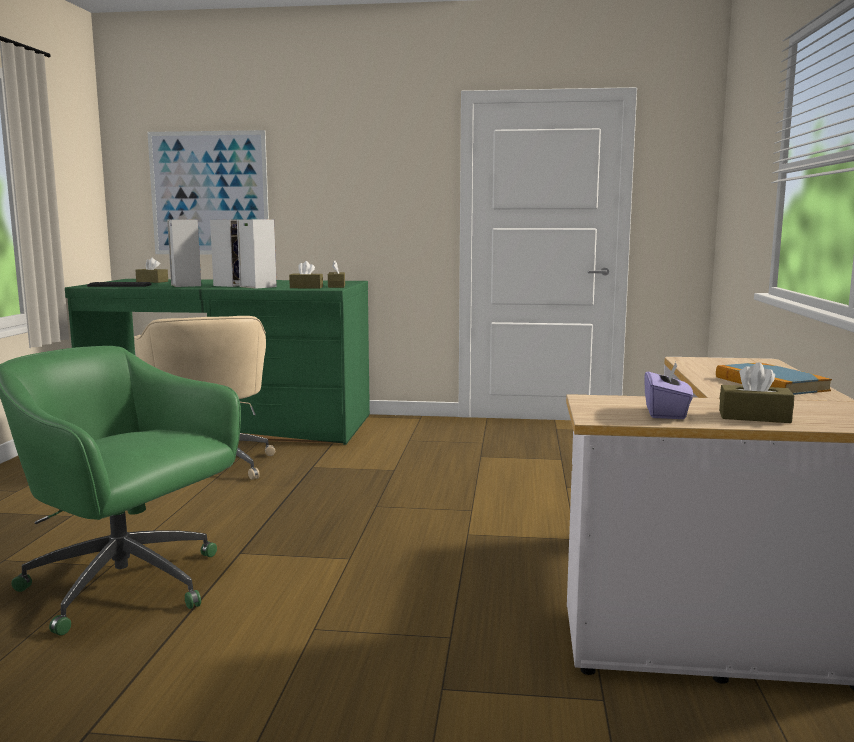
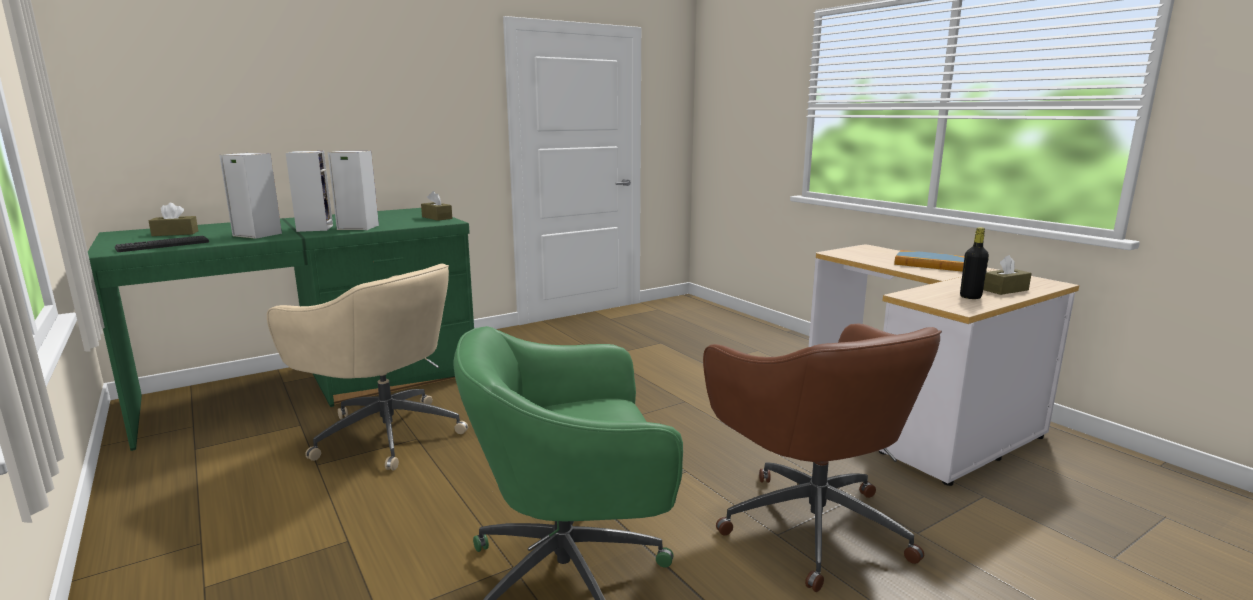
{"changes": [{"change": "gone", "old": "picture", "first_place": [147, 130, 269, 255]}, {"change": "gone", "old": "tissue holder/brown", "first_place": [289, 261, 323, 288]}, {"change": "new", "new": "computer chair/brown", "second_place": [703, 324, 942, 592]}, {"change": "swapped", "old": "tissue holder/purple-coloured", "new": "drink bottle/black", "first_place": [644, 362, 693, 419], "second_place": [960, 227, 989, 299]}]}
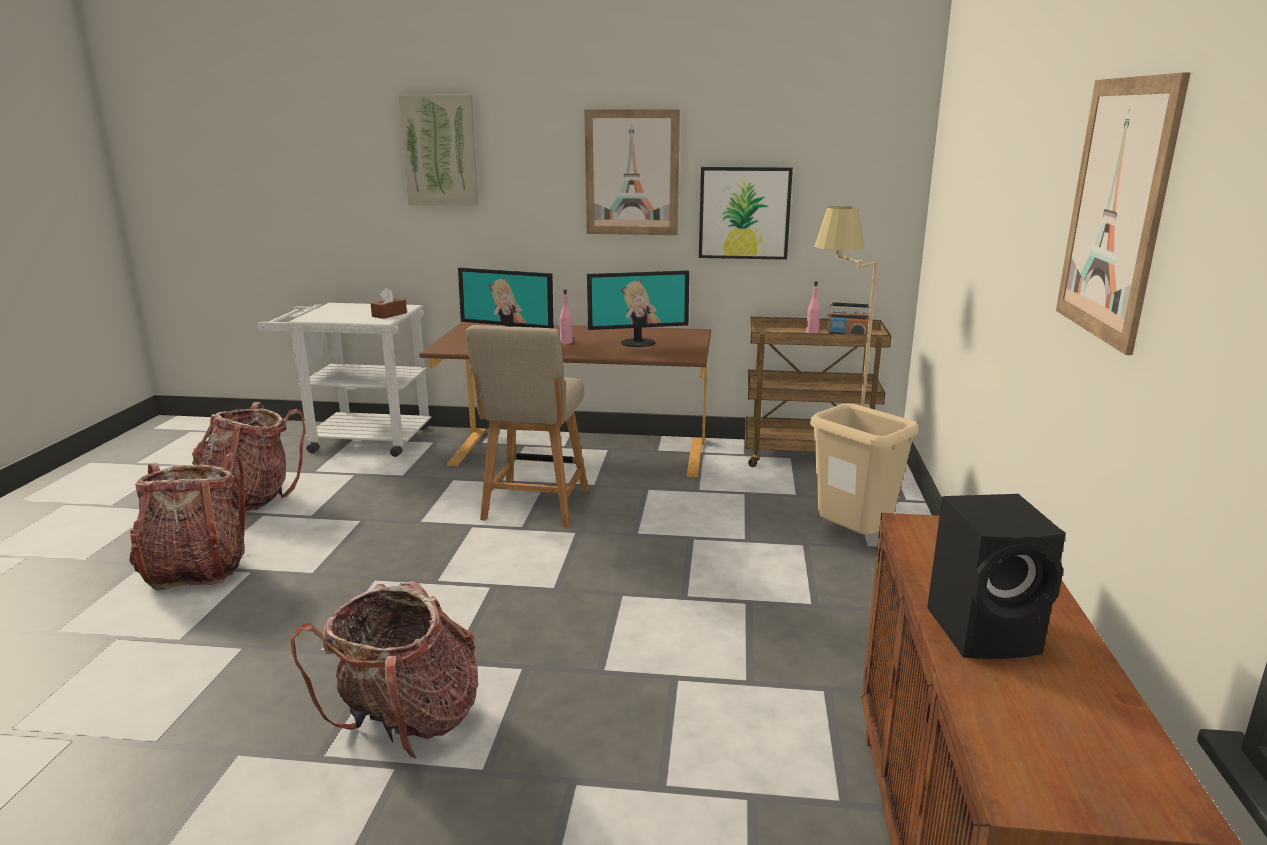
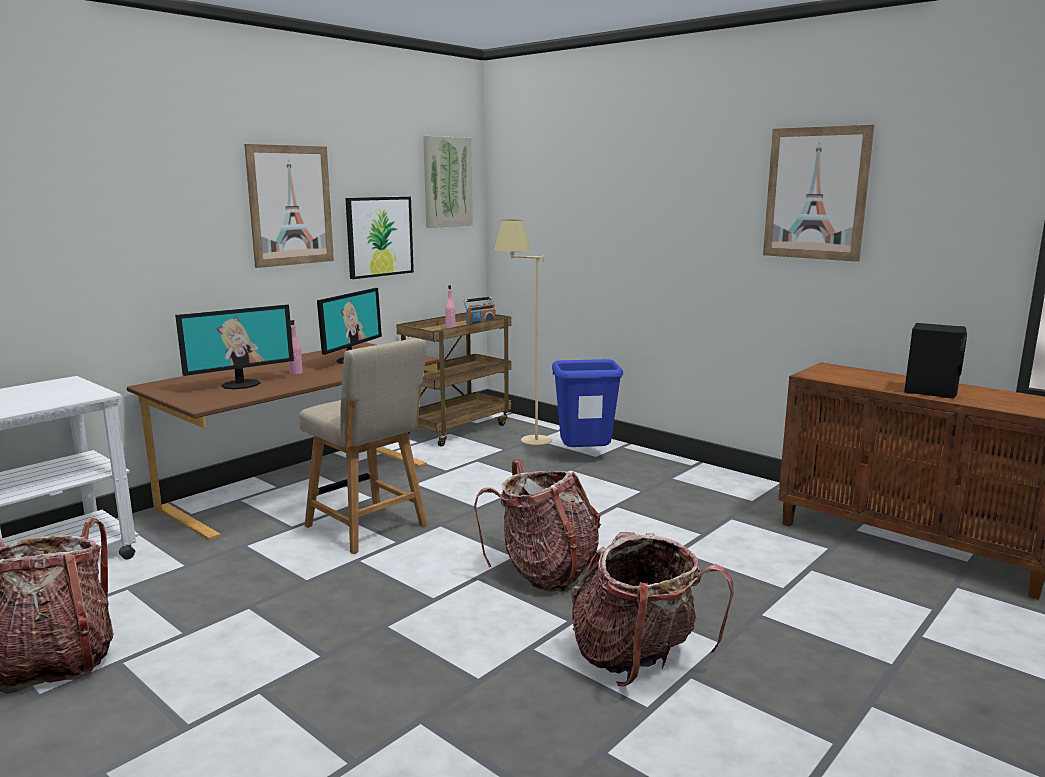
{"changes": [{"change": "gone", "old": "tissue holder/brown", "first_place": [371, 288, 407, 319]}, {"change": "shifted", "old": "backpack", "first_place": [129, 453, 245, 591], "second_place": [474, 459, 601, 592]}, {"change": "shifted", "old": "picture", "first_place": [399, 95, 479, 206], "second_place": [423, 136, 473, 228]}, {"change": "repainted", "old": "rubbish bin/beige-coloured", "new": "rubbish bin/blue-coloured", "first_place": [810, 403, 919, 535], "second_place": [552, 359, 623, 447]}]}
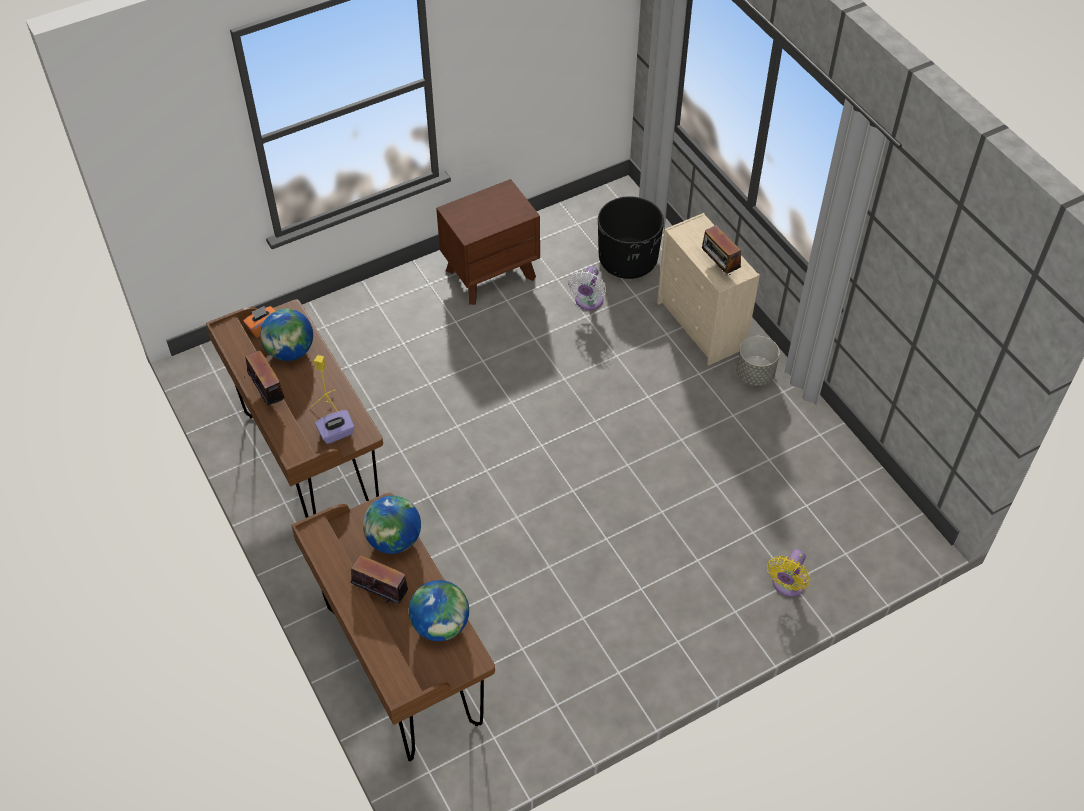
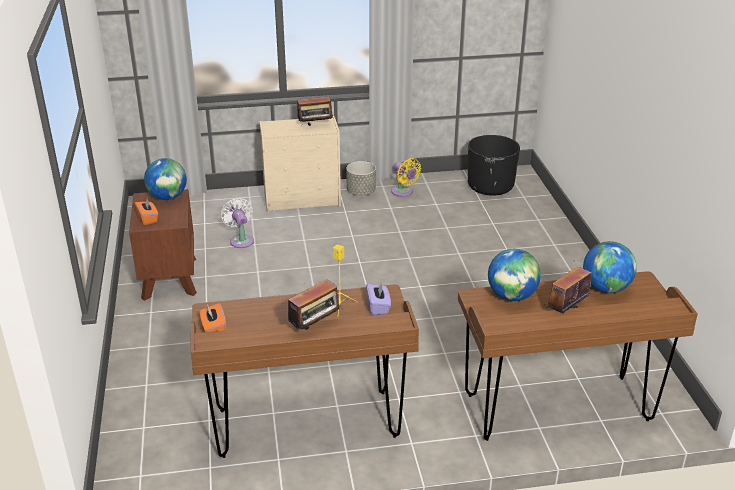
{"changes": [{"change": "new", "new": "tissue holder/orangey", "second_place": [135, 199, 158, 225]}, {"change": "shifted", "old": "desk globe", "first_place": [260, 309, 313, 361], "second_place": [144, 158, 187, 200]}, {"change": "shifted", "old": "plant pot/black", "first_place": [598, 196, 664, 279], "second_place": [468, 135, 520, 196]}, {"change": "shifted", "old": "electric fan/yellowish", "first_place": [767, 549, 810, 597], "second_place": [391, 158, 421, 197]}, {"change": "rotated", "old": "radio set", "first_place": [244, 351, 285, 407], "second_place": [288, 279, 339, 333], "degrees": 150}, {"change": "rotated", "old": "electric fan/whitish", "first_place": [568, 266, 606, 310], "second_place": [221, 198, 254, 248], "degrees": -150}]}
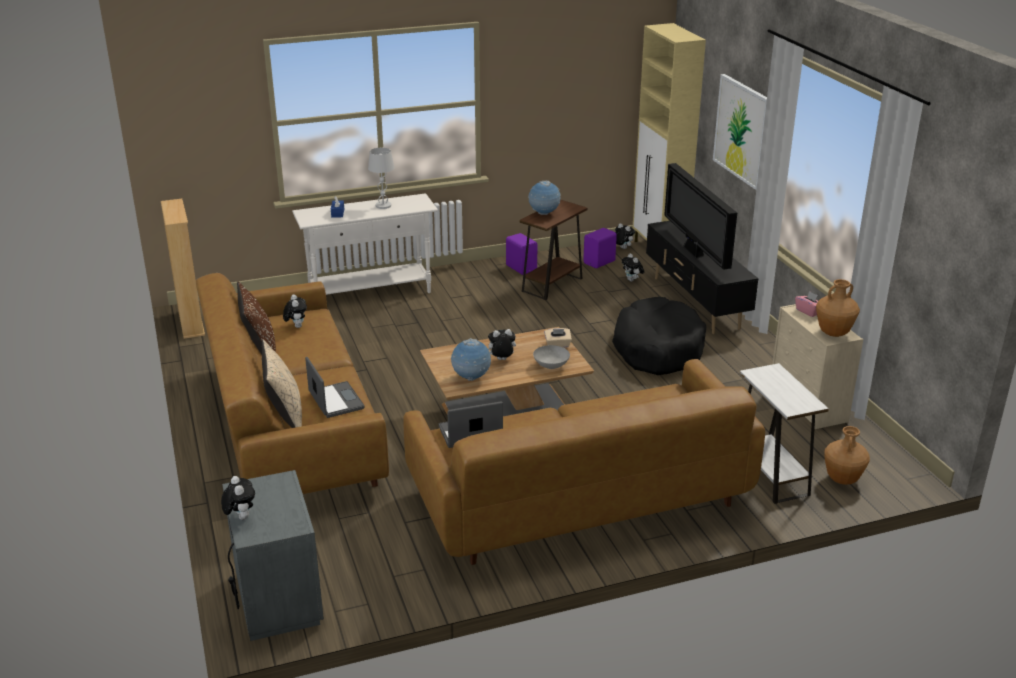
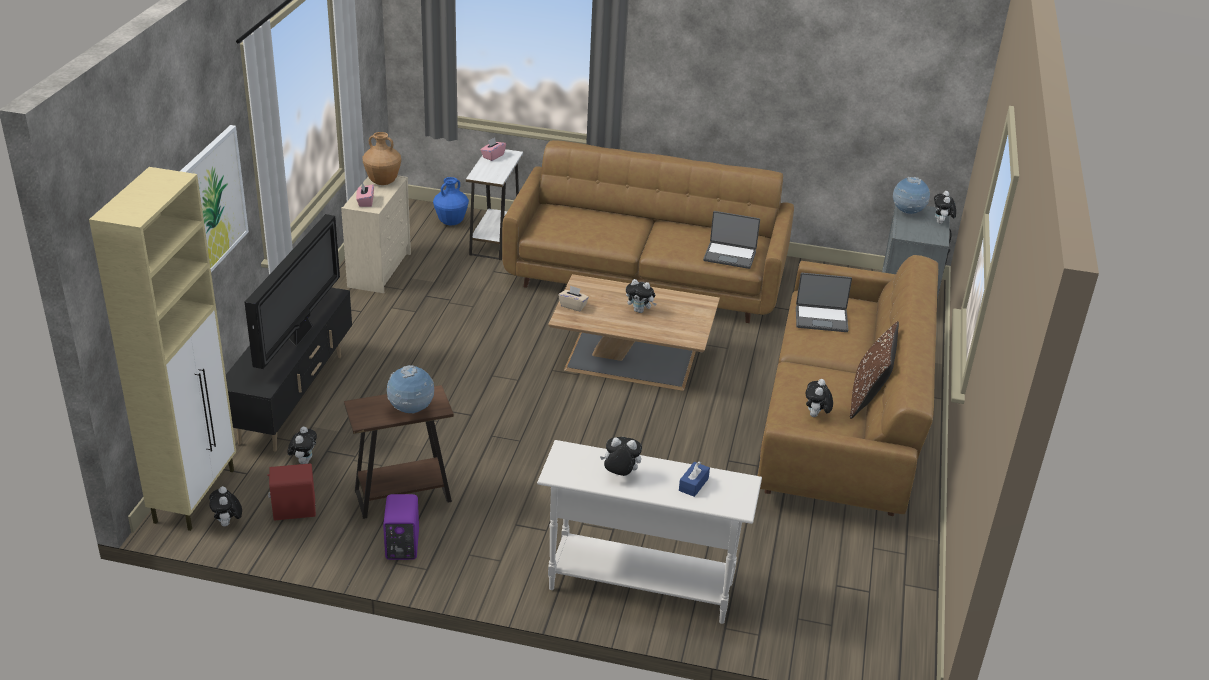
{"changes": [{"change": "gone", "old": "bookcase/beige-coloured", "first_place": [161, 199, 205, 339]}, {"change": "gone", "old": "cushion/beige-coloured", "first_place": [262, 339, 302, 428]}, {"change": "gone", "old": "serving bowl/greyish", "first_place": [533, 345, 570, 369]}, {"change": "gone", "old": "pet bed/black", "first_place": [612, 297, 706, 375]}, {"change": "new", "new": "tissue holder/pinkish", "second_place": [481, 137, 506, 161]}, {"change": "shifted", "old": "desk globe", "first_place": [451, 338, 491, 381], "second_place": [893, 177, 930, 214]}, {"change": "swapped", "old": "tabletop lamp/whitish", "new": "cuddly toy", "first_place": [368, 148, 394, 209], "second_place": [600, 437, 642, 476]}, {"change": "repainted", "old": "loudspeaker/purple-coloured", "new": "loudspeaker/red", "first_place": [583, 228, 617, 268], "second_place": [267, 463, 316, 520]}, {"change": "repainted", "old": "vase/brown", "new": "vase/blue-coloured", "first_place": [824, 426, 870, 485], "second_place": [433, 177, 469, 225]}, {"change": "rotated", "old": "portable computer", "first_place": [305, 357, 365, 418], "second_place": [796, 273, 852, 332], "degrees": -90}]}
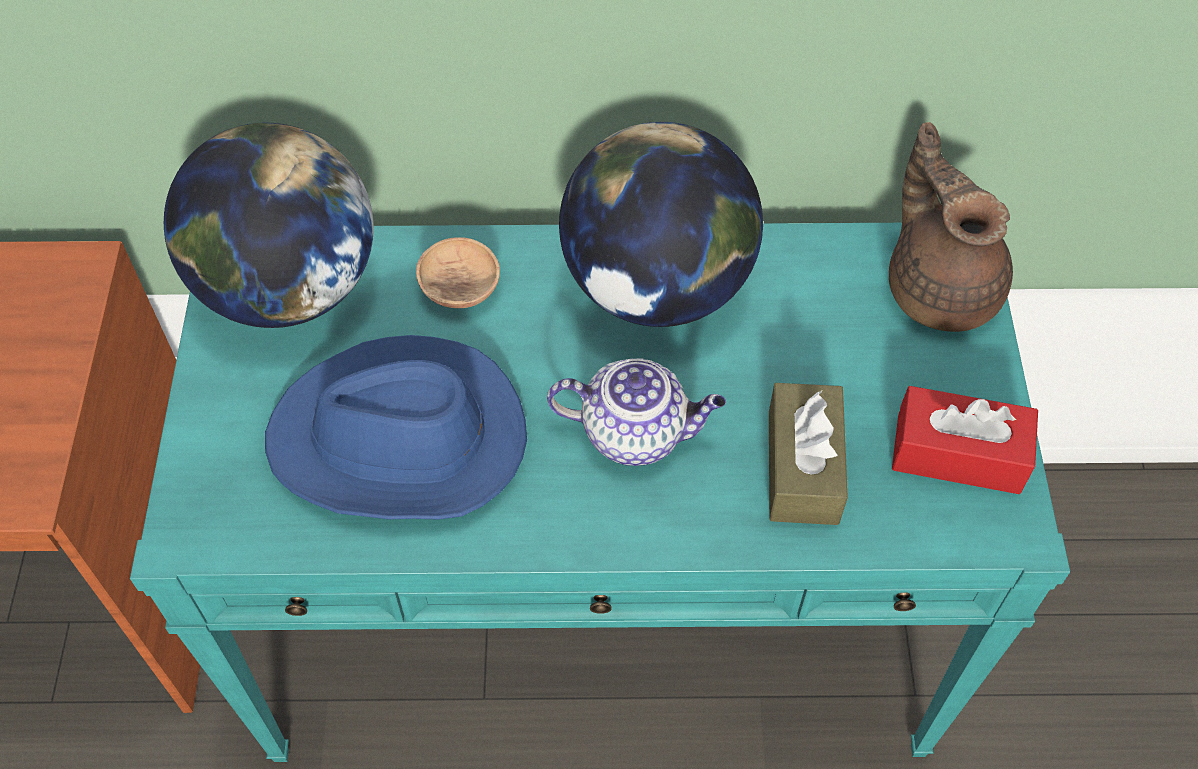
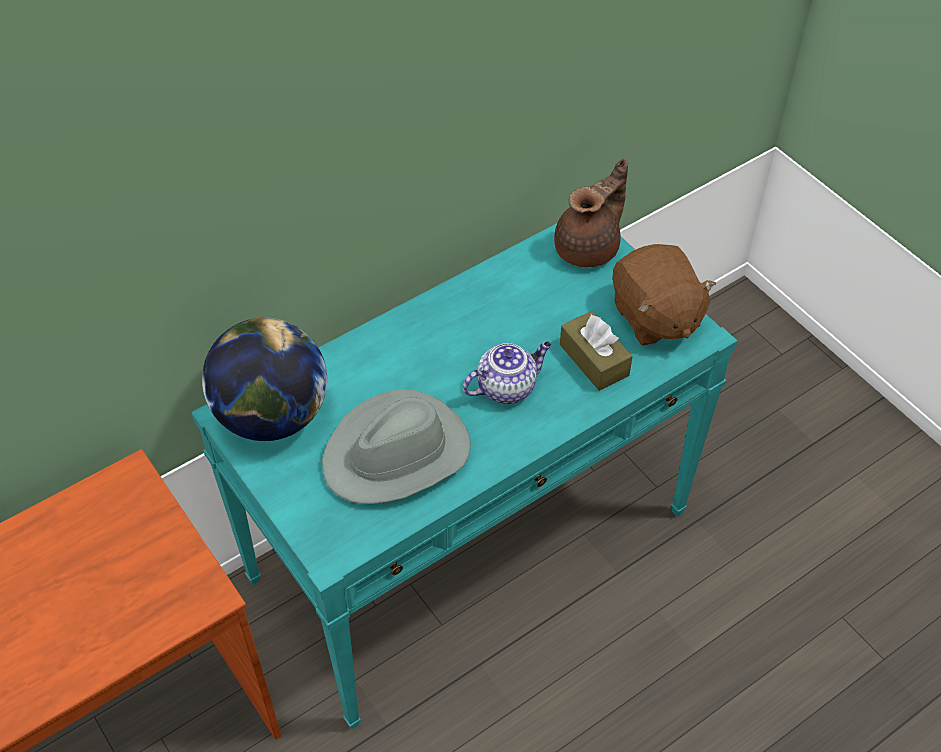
{"changes": [{"change": "gone", "old": "serving bowl/brown", "first_place": [416, 237, 500, 308]}, {"change": "gone", "old": "desk globe", "first_place": [559, 122, 763, 327]}, {"change": "swapped", "old": "tissue holder/red", "new": "cuddly toy/brown", "first_place": [892, 386, 1038, 494], "second_place": [612, 244, 716, 346]}, {"change": "repainted", "old": "wearable hat/blue-coloured", "new": "wearable hat/greyish", "first_place": [265, 335, 527, 520], "second_place": [322, 389, 471, 504]}, {"change": "rotated", "old": "pot for tea/brown", "first_place": [889, 122, 1013, 332], "second_place": [554, 158, 628, 267], "degrees": 105}]}
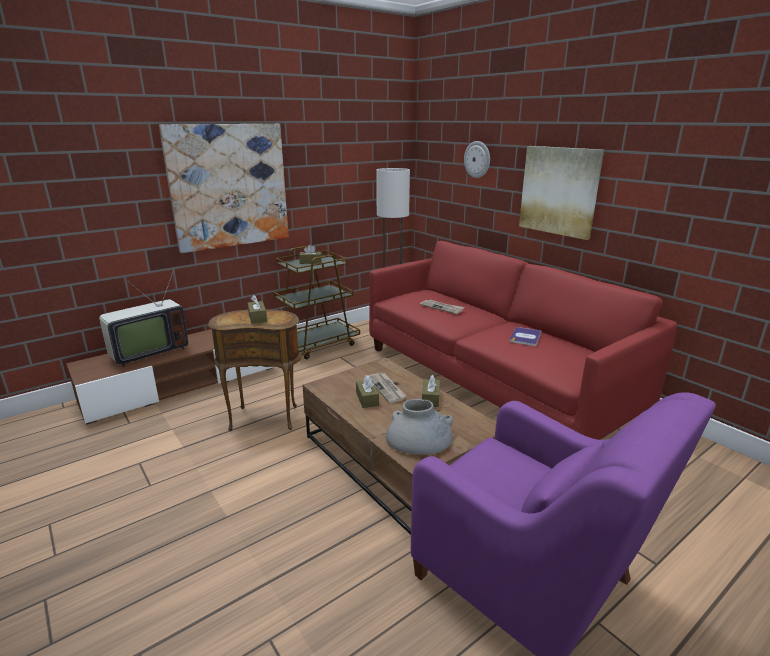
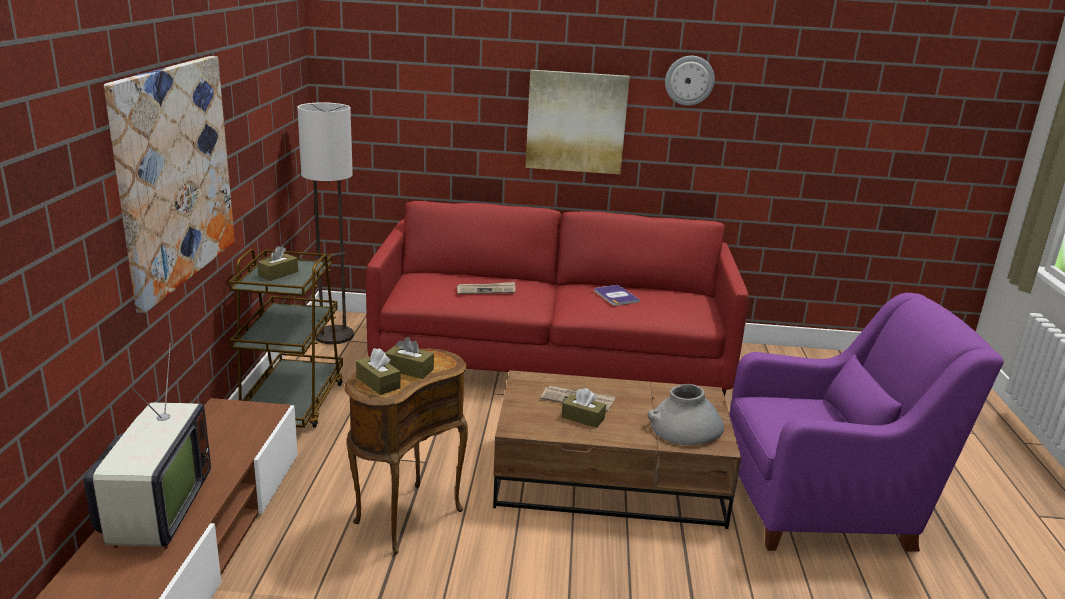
{"changes": [{"change": "shifted", "old": "tissue holder/brown", "first_place": [422, 375, 440, 407], "second_place": [356, 348, 401, 395]}, {"change": "shifted", "old": "wall clock", "first_place": [464, 141, 490, 178], "second_place": [665, 56, 715, 106]}]}
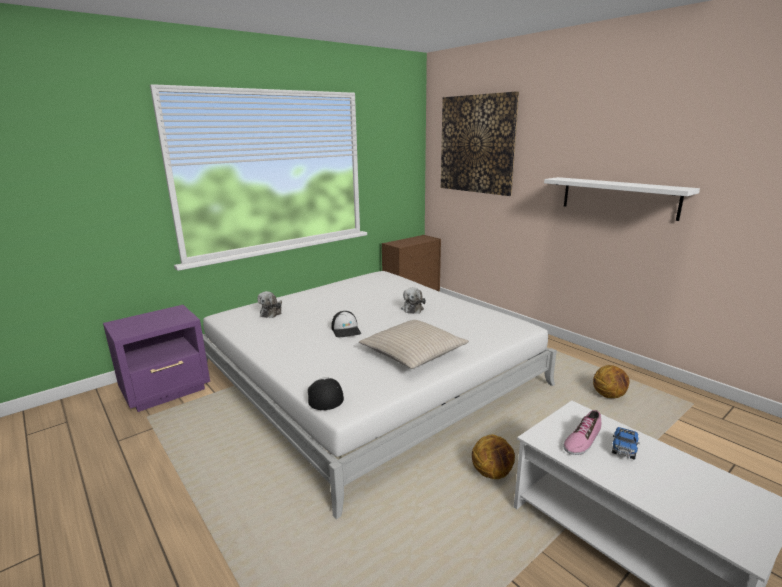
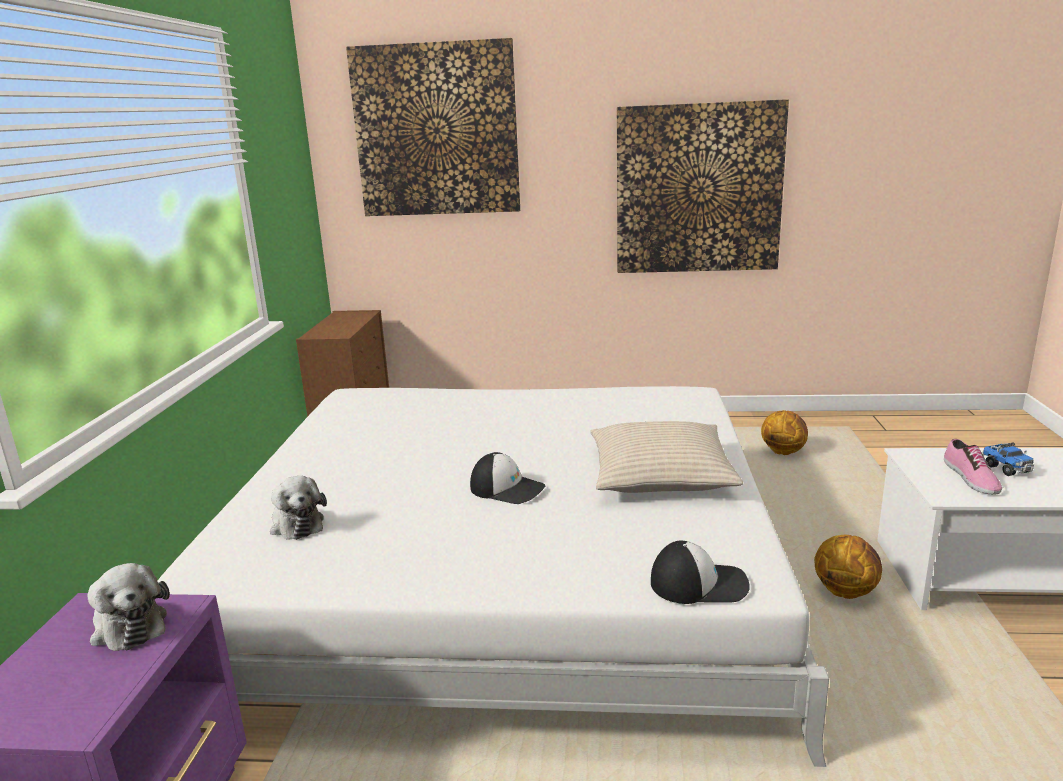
{"changes": [{"change": "shifted", "old": "cuddly toy", "first_place": [401, 288, 426, 314], "second_place": [87, 563, 170, 651]}, {"change": "swapped", "old": "bracket shelf/whitish", "new": "picture", "first_place": [544, 177, 700, 221], "second_place": [617, 99, 789, 273]}, {"change": "rotated", "old": "baseball cap", "first_place": [308, 377, 344, 410], "second_place": [651, 540, 750, 604], "degrees": 150}]}
